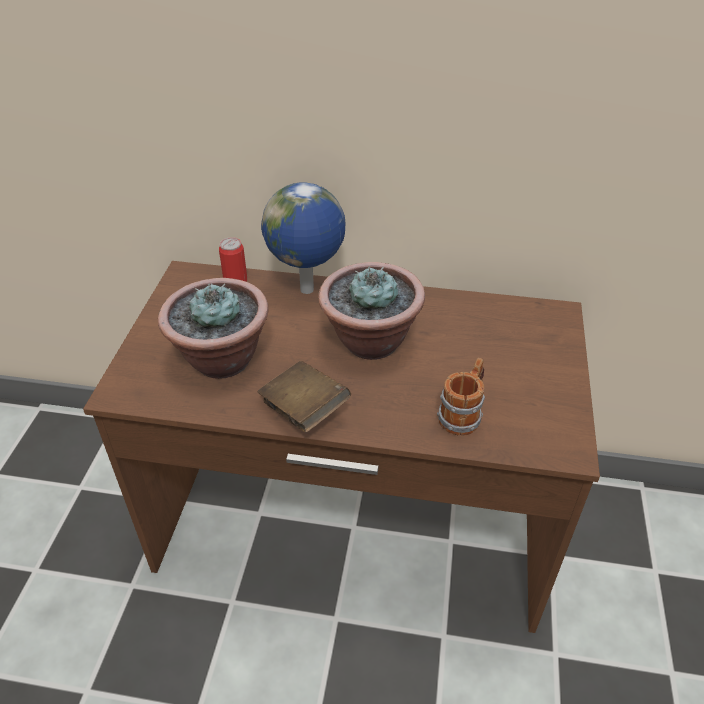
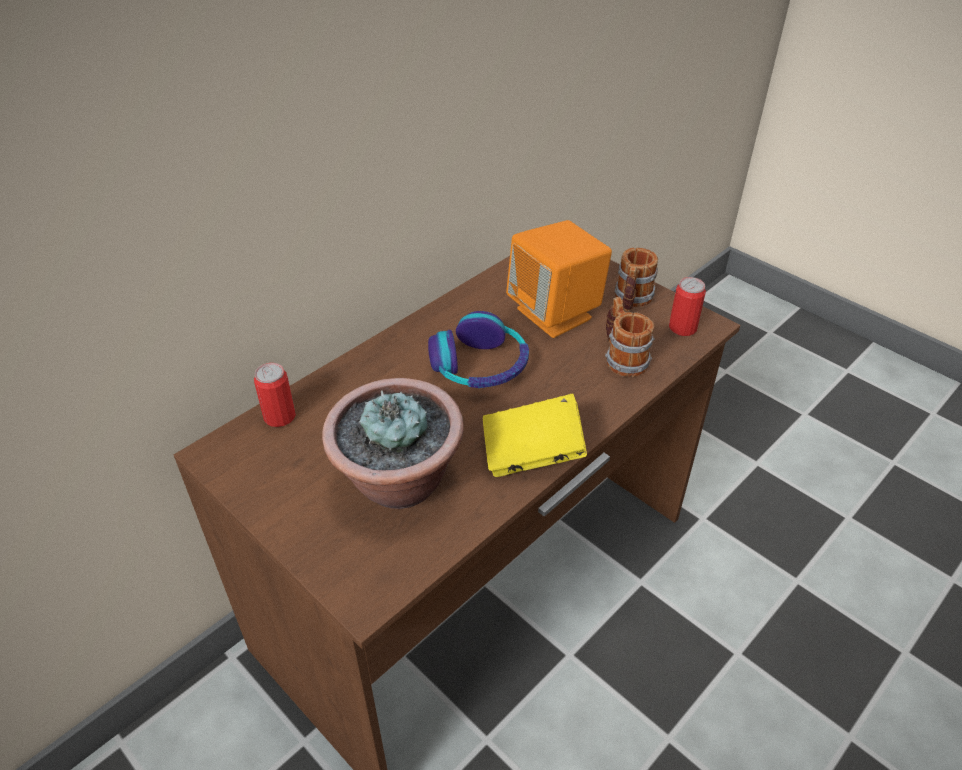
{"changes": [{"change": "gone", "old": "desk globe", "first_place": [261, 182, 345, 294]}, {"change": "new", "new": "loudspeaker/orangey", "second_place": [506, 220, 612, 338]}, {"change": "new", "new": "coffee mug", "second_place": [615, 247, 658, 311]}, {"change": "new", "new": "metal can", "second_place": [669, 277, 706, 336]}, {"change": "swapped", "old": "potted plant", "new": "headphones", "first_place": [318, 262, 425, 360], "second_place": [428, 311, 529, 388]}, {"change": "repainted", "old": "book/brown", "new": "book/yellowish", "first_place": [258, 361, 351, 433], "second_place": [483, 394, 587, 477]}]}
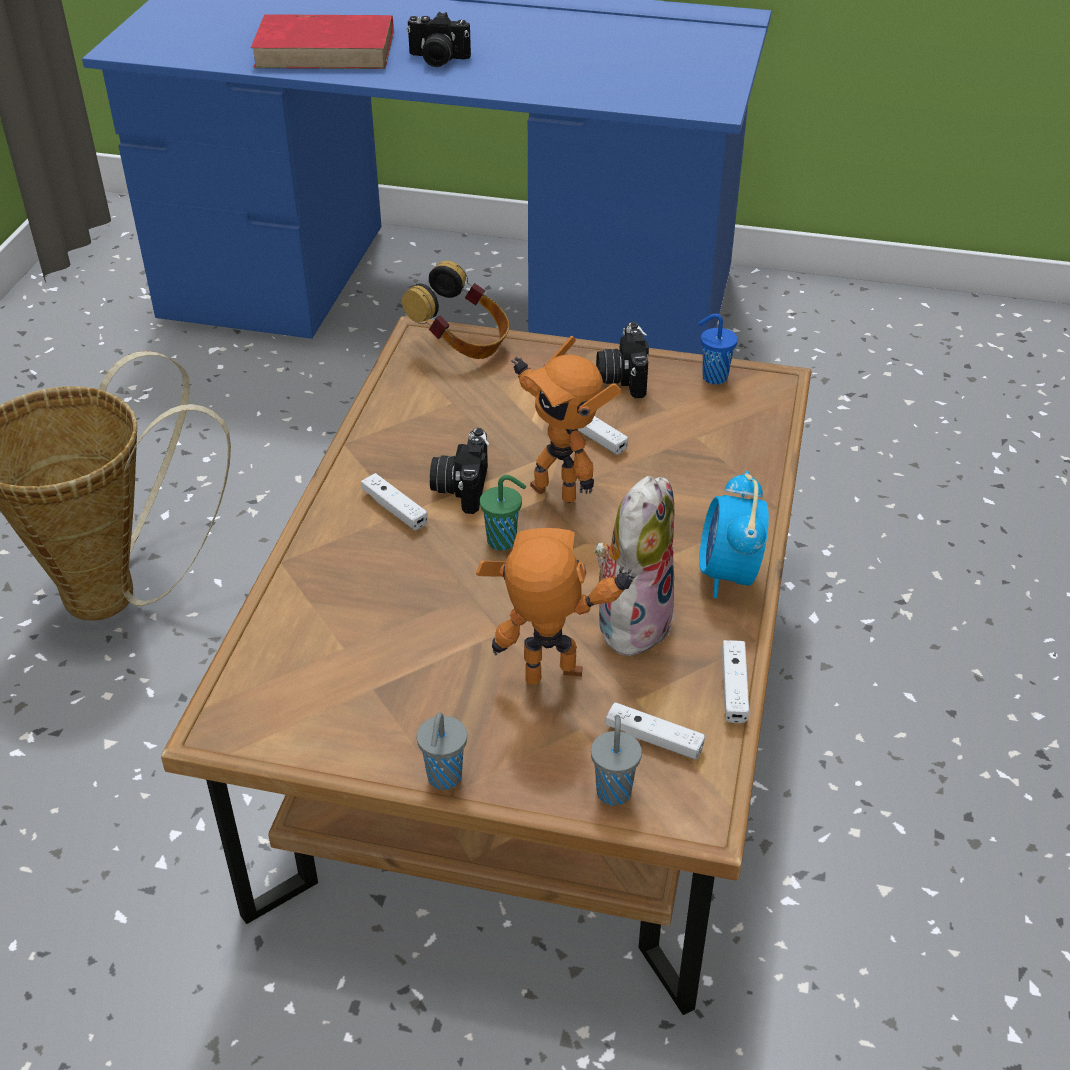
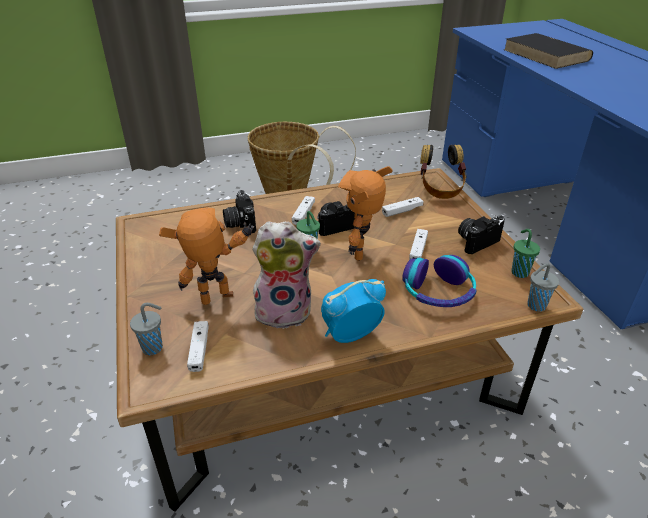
{"changes": [{"change": "new", "new": "headphones", "second_place": [402, 255, 477, 307]}, {"change": "shifted", "old": "photo camera", "first_place": [406, 12, 471, 67], "second_place": [223, 190, 256, 233]}, {"change": "shifted", "old": "small cup/greyish", "first_place": [417, 712, 467, 790], "second_place": [527, 263, 559, 312]}, {"change": "shifted", "old": "game controller/whitish", "first_place": [722, 640, 749, 723], "second_place": [382, 197, 423, 217]}, {"change": "repainted", "old": "book/red", "new": "book/black", "first_place": [251, 14, 394, 69], "second_place": [503, 33, 593, 69]}, {"change": "repainted", "old": "small cup/blue-coloured", "new": "small cup/greenish", "first_place": [698, 314, 738, 384], "second_place": [511, 229, 540, 278]}, {"change": "rotated", "old": "robot figure", "first_place": [476, 528, 637, 684], "second_place": [159, 208, 254, 305], "degrees": -75}]}
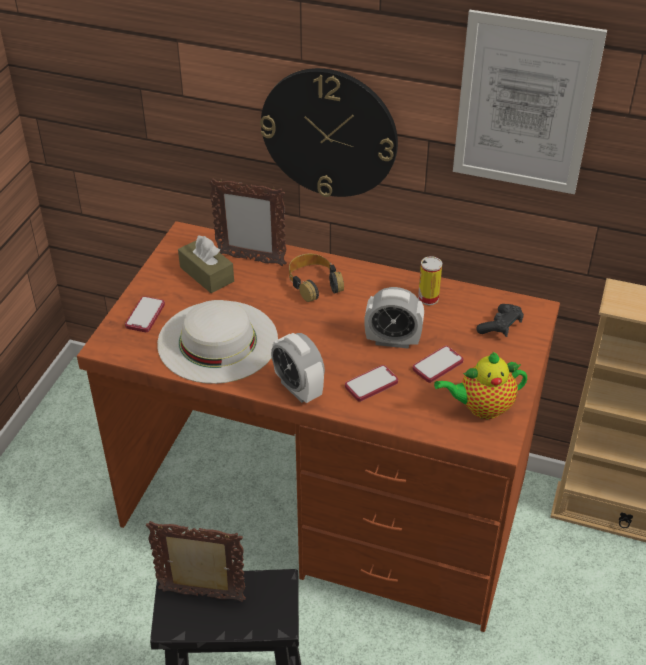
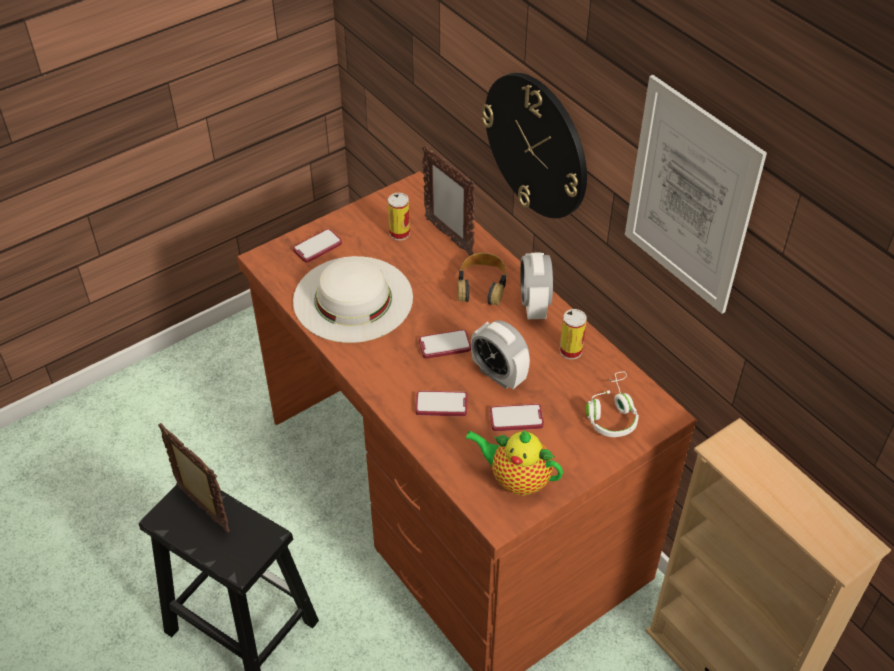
{"changes": [{"change": "new", "new": "phone", "second_place": [419, 330, 471, 359]}, {"change": "shifted", "old": "table clock", "first_place": [271, 333, 325, 403], "second_place": [520, 252, 553, 319]}, {"change": "swapped", "old": "tissue holder/brown", "new": "metal can", "first_place": [178, 235, 234, 293], "second_place": [388, 193, 410, 241]}, {"change": "swapped", "old": "game controller/black", "new": "headphones/whitish", "first_place": [476, 304, 524, 337], "second_place": [586, 371, 639, 437]}]}
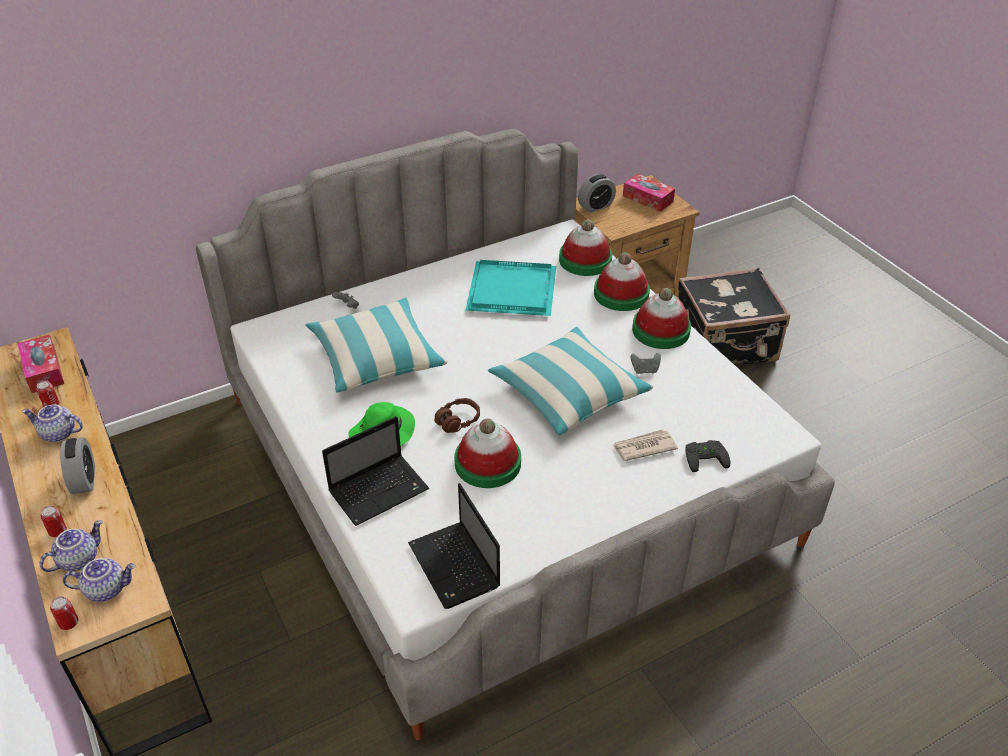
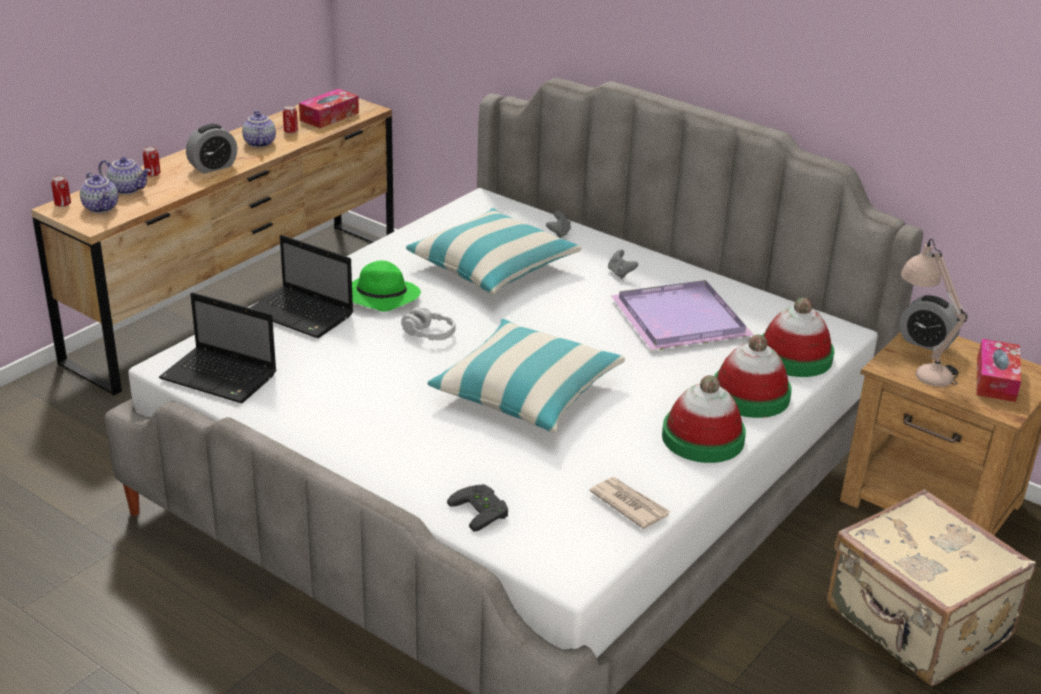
{"changes": [{"change": "gone", "old": "wearable hat", "first_place": [454, 419, 521, 488]}, {"change": "new", "new": "tabletop lamp/beige-coloured", "second_place": [901, 239, 968, 387]}, {"change": "shifted", "old": "printed paper", "first_place": [613, 429, 678, 461], "second_place": [589, 477, 671, 529]}, {"change": "shifted", "old": "game controller/greyish", "first_place": [631, 353, 661, 374], "second_place": [608, 250, 638, 279]}, {"change": "repainted", "old": "headphones/brown", "new": "headphones/greyish", "first_place": [434, 398, 480, 433], "second_place": [401, 307, 455, 340]}, {"change": "repainted", "old": "tray/turquoise-coloured", "new": "tray/purple-coloured", "first_place": [466, 260, 556, 316], "second_place": [611, 280, 754, 350]}, {"change": "repainted", "old": "suitcase/black", "new": "suitcase/beige-coloured", "first_place": [678, 268, 790, 366], "second_place": [827, 489, 1036, 686]}, {"change": "rotated", "old": "portable computer", "first_place": [408, 483, 500, 609], "second_place": [159, 292, 277, 403], "degrees": -105}]}
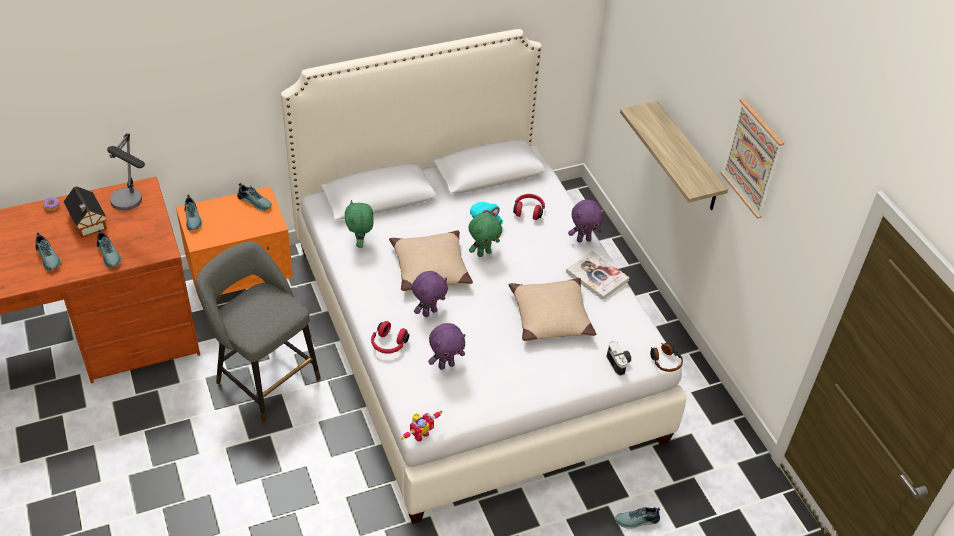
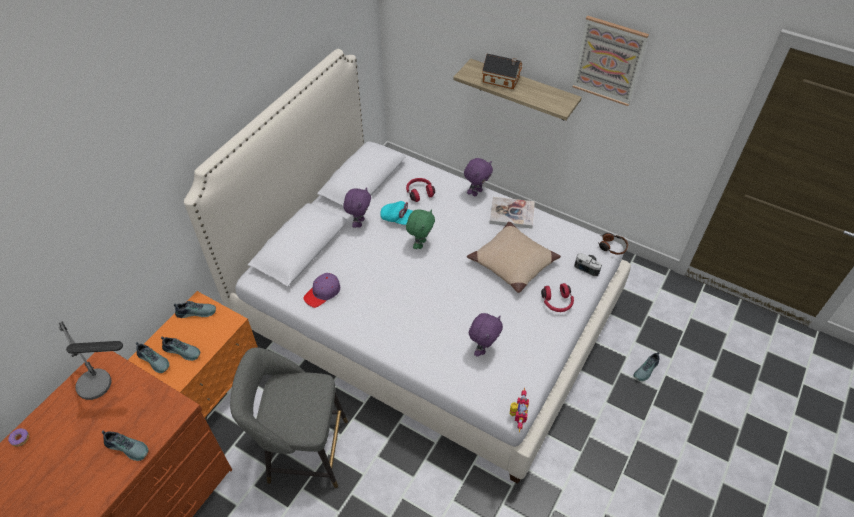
{"changes": [{"change": "gone", "old": "cushion/beige-coloured", "first_place": [389, 230, 473, 291]}, {"change": "shifted", "old": "item of footwear", "first_place": [36, 232, 61, 271], "second_place": [161, 336, 200, 361]}, {"change": "shifted", "old": "miniature house", "first_place": [63, 186, 107, 238], "second_place": [482, 54, 523, 89]}, {"change": "shifted", "old": "headphones/red", "first_place": [371, 321, 409, 354], "second_place": [541, 283, 574, 312]}, {"change": "shifted", "old": "cuddly toy/purple-coloured", "first_place": [412, 271, 448, 317], "second_place": [343, 187, 371, 228]}, {"change": "swapped", "old": "cuddly toy/greenish", "new": "baseball cap/purple-coloured", "first_place": [345, 200, 374, 248], "second_place": [303, 273, 340, 308]}]}
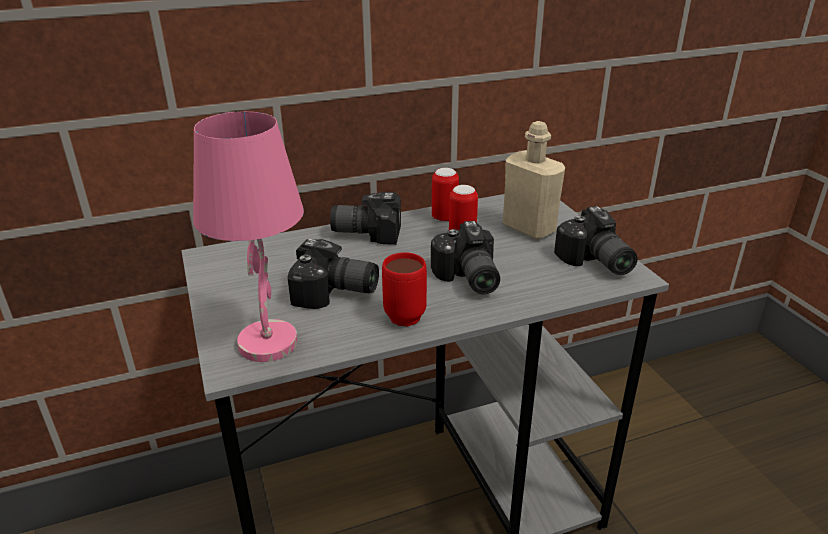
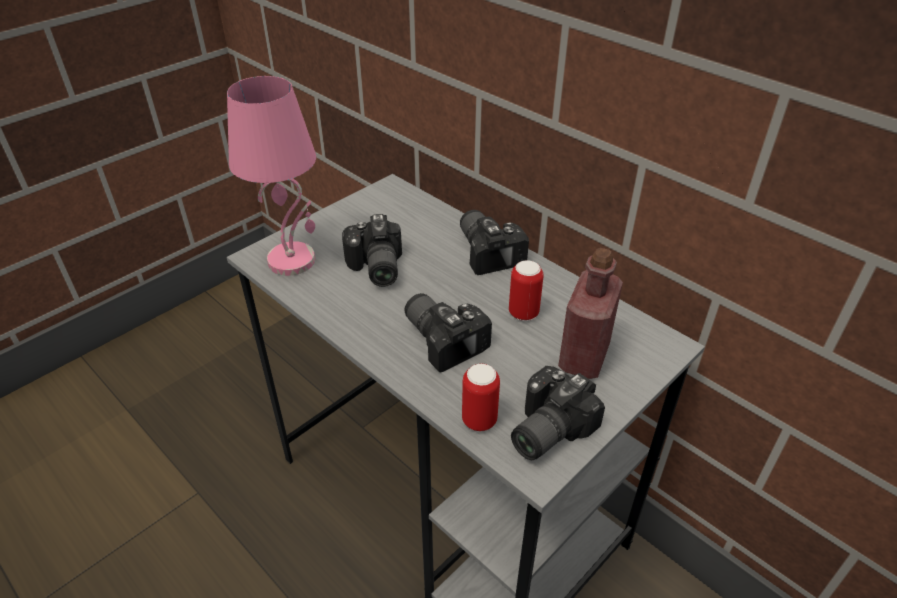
{"changes": [{"change": "gone", "old": "coffee mug/red", "first_place": [382, 252, 427, 326]}, {"change": "shifted", "old": "metal can", "first_place": [432, 168, 459, 222], "second_place": [462, 363, 500, 431]}, {"change": "repainted", "old": "drink bottle/beige-coloured", "new": "drink bottle/red", "first_place": [503, 121, 565, 240], "second_place": [558, 248, 623, 379]}, {"change": "rotated", "old": "photo camera", "first_place": [431, 221, 500, 294], "second_place": [404, 293, 492, 372], "degrees": 90}]}
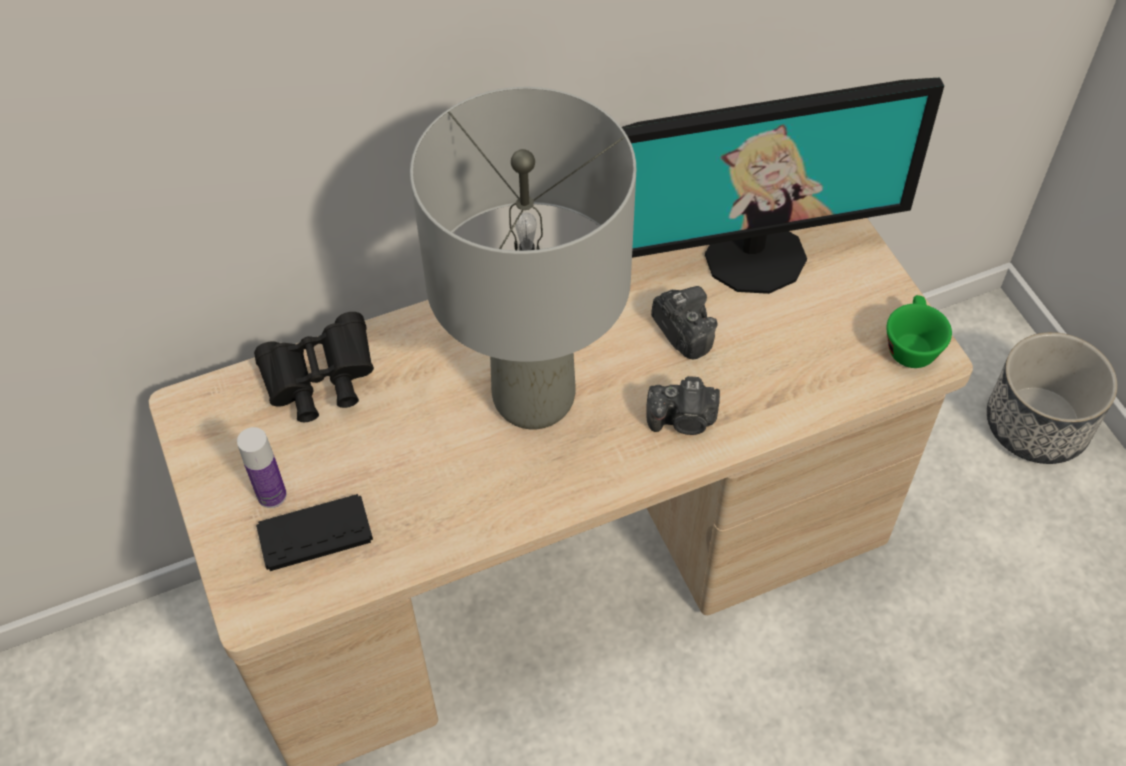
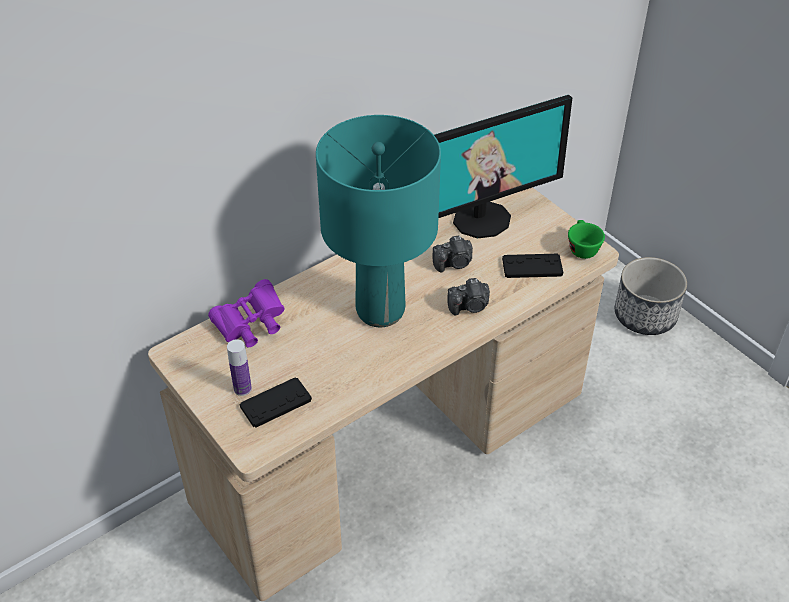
{"changes": [{"change": "new", "new": "game controller/black", "second_place": [502, 254, 563, 278]}, {"change": "repainted", "old": "field glasses/black", "new": "field glasses/purple-coloured", "first_place": [254, 312, 374, 422], "second_place": [208, 279, 285, 347]}, {"change": "repainted", "old": "tabletop lamp/greyish", "new": "tabletop lamp/turquoise-coloured", "first_place": [410, 87, 636, 429], "second_place": [316, 115, 441, 327]}, {"change": "rotated", "old": "photo camera", "first_place": [651, 286, 718, 359], "second_place": [433, 236, 473, 272], "degrees": 120}]}
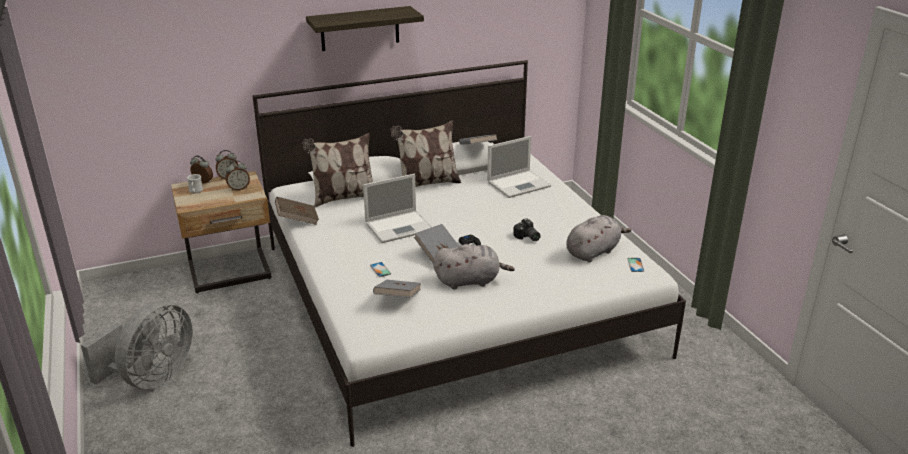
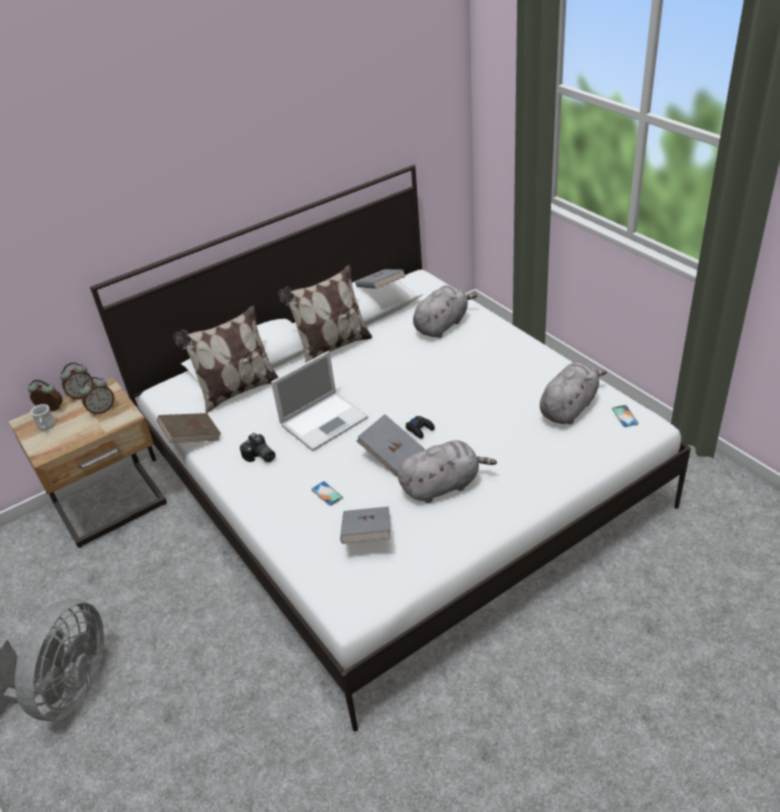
{"changes": [{"change": "gone", "old": "bracket shelf", "first_place": [306, 6, 424, 51]}, {"change": "shifted", "old": "photo camera", "first_place": [513, 218, 541, 241], "second_place": [240, 433, 275, 462]}, {"change": "swapped", "old": "portable computer", "new": "cuddly toy/greyish", "first_place": [487, 136, 551, 198], "second_place": [413, 285, 477, 338]}]}
